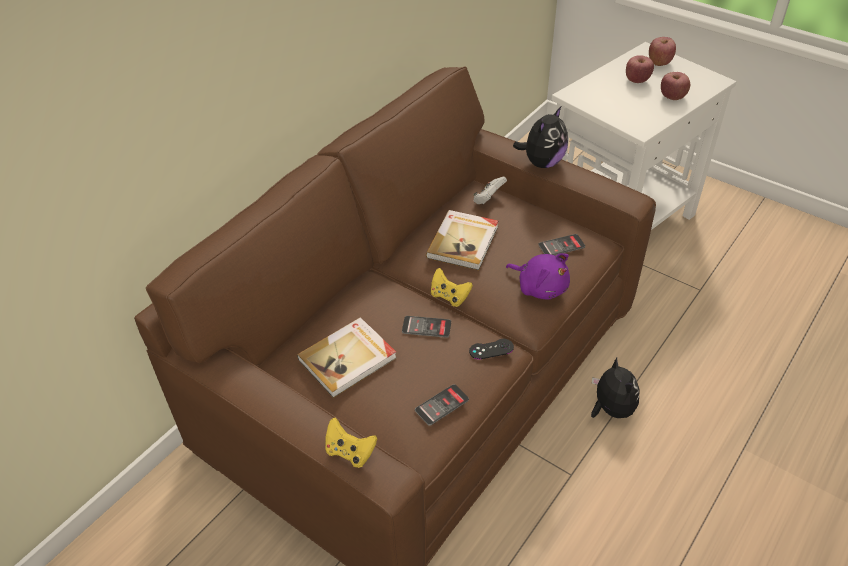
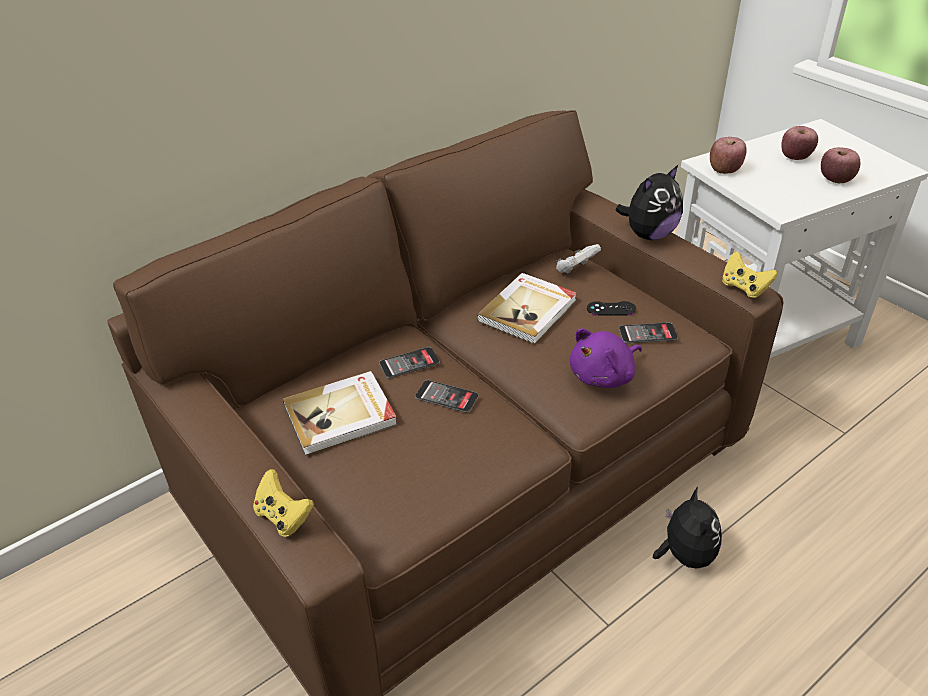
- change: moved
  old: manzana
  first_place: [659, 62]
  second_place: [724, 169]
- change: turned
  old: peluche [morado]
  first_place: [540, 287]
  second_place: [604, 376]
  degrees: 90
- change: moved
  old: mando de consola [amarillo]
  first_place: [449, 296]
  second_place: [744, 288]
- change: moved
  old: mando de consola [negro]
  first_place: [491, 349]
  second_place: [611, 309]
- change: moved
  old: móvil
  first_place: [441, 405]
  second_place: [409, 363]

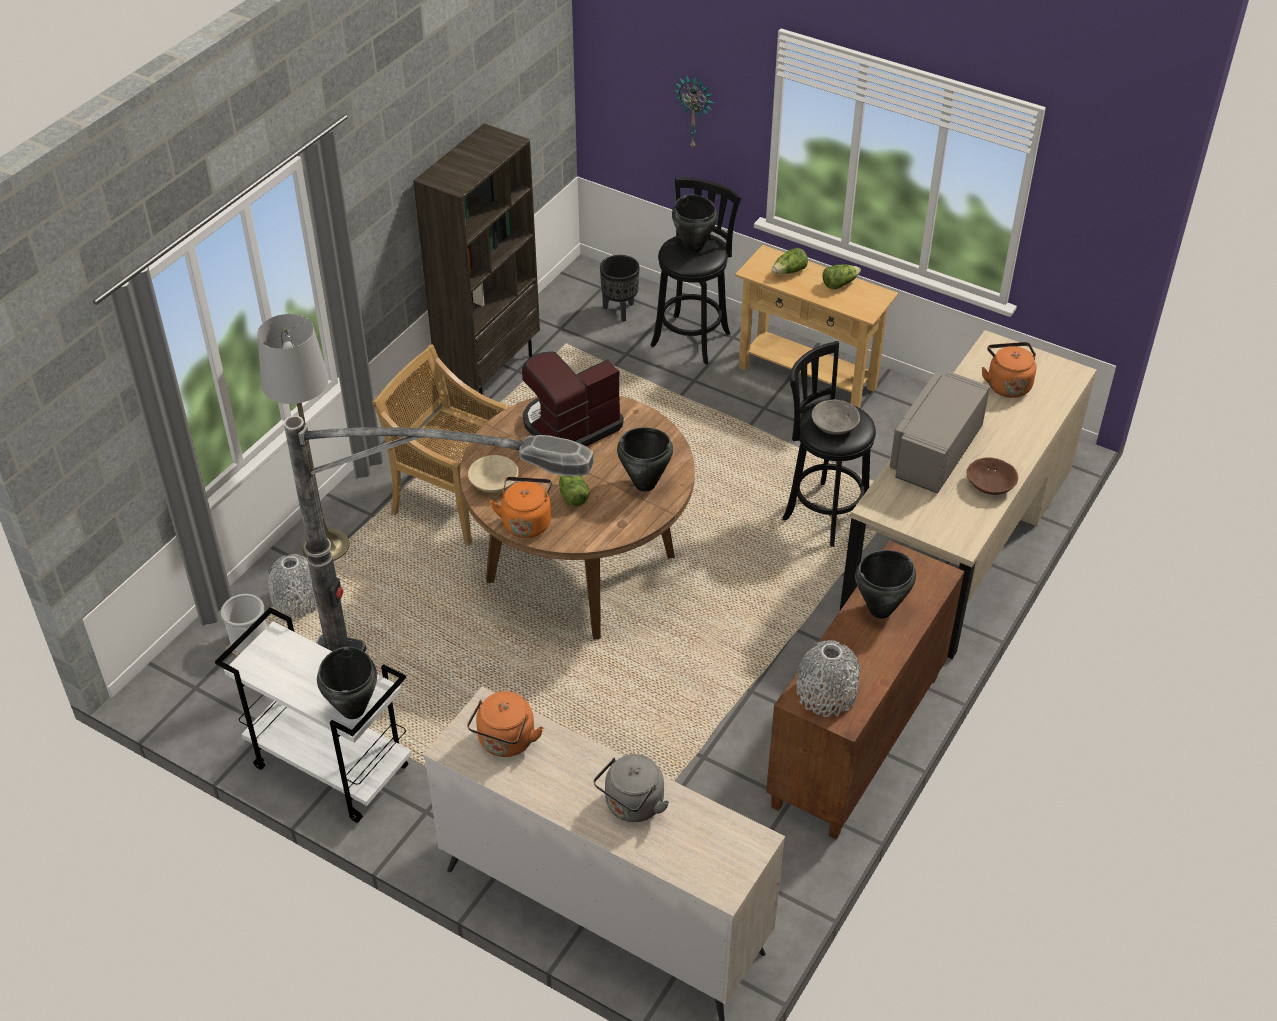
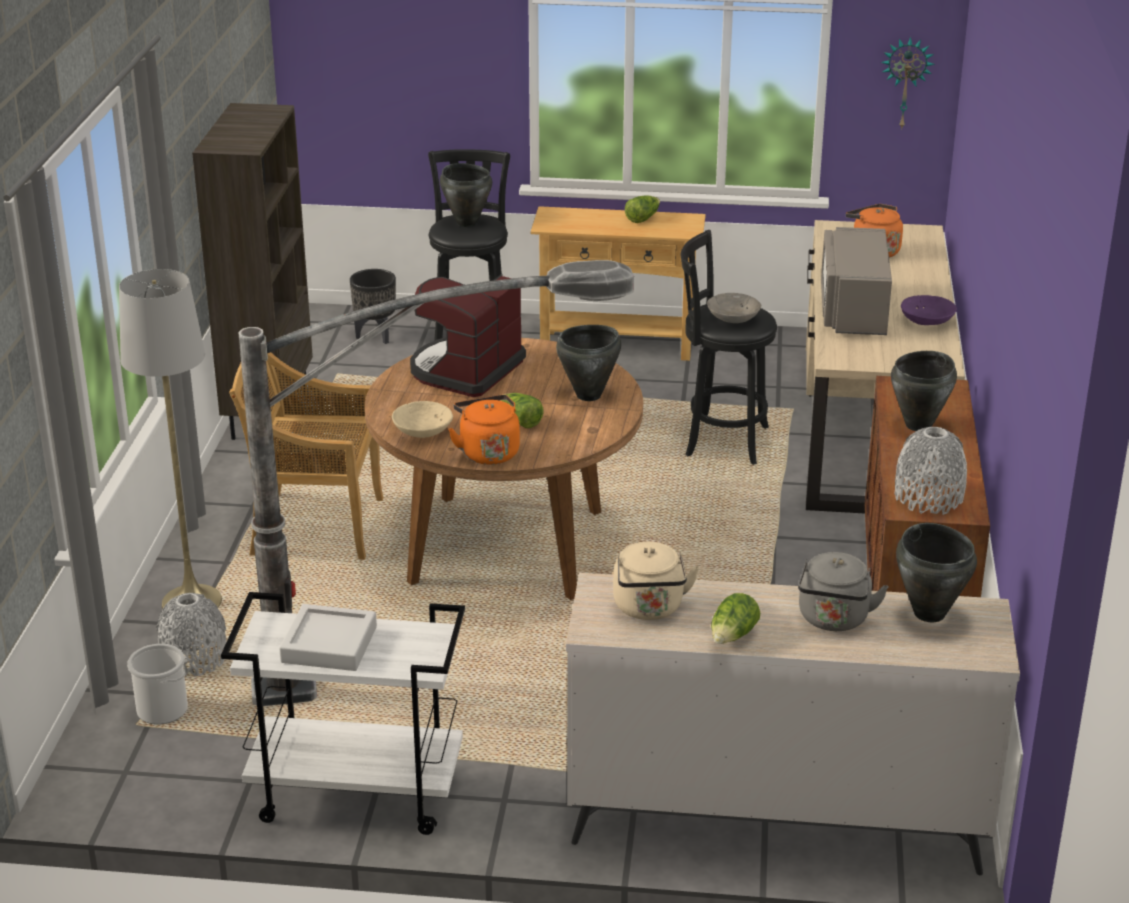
- change: moved
  old: reloj de pared
  first_place: [695, 111]
  second_place: [905, 82]
- change: moved
  old: lechuga
  first_place: [789, 272]
  second_place: [733, 636]
- change: recoloured
  old: cuenco [marrón]
  new: cuenco [morado]
  first_place: [991, 485]
  second_place: [927, 321]
- change: moved
  old: olla [negro]
  first_place: [353, 709]
  second_place: [929, 613]
- change: recoloured
  old: hervidor [naranja]
  new: hervidor [beis]
  first_place: [505, 742]
  second_place: [649, 609]
- change: added
  new: bandeja [gris]
  second_place: [329, 644]

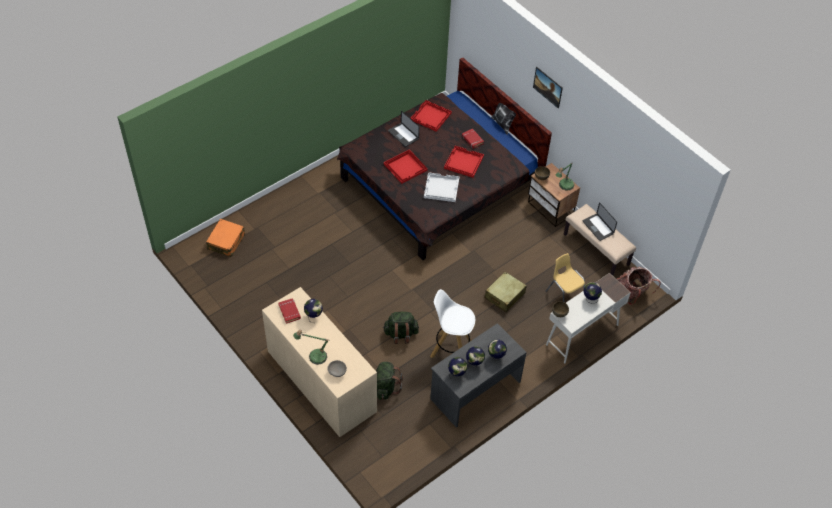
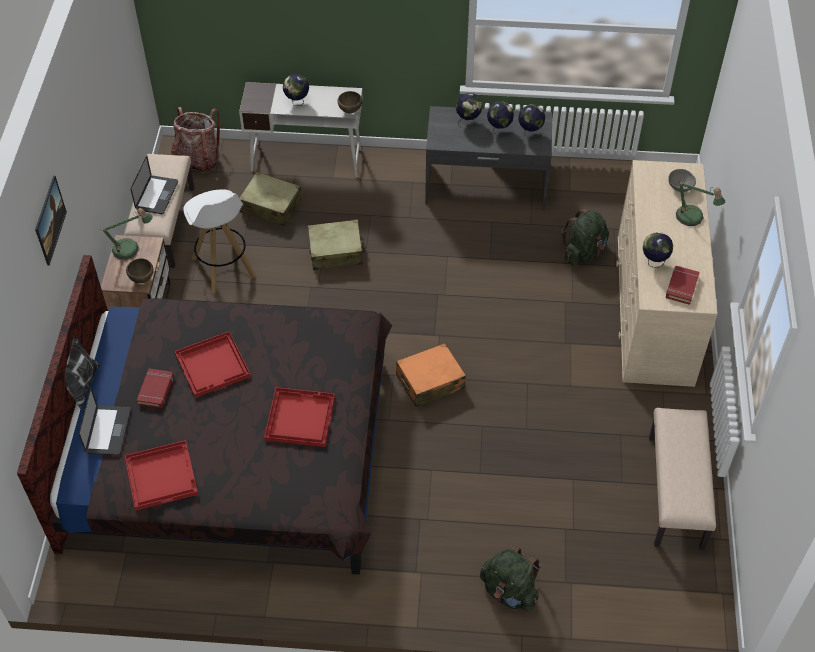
- change: moved
  old: portátil
  first_place: [403, 135]
  second_place: [108, 431]
- change: removed
  old: bandeja [blanco]
  first_place: [441, 188]
- change: moved
  old: maleta [naranja]
  first_place: [226, 241]
  second_place: [429, 381]
- change: replaced
  old: silla [amarillo]
  new: maleta [beis]
  first_place: [564, 296]
  second_place: [270, 206]
- change: moved
  old: taburete [blanco]
  first_place: [451, 349]
  second_place: [224, 268]
- change: moved
  old: mochila [verde]
  first_place: [400, 334]
  second_place: [509, 591]
- change: added
  new: banco [beis]
  second_place: [676, 492]

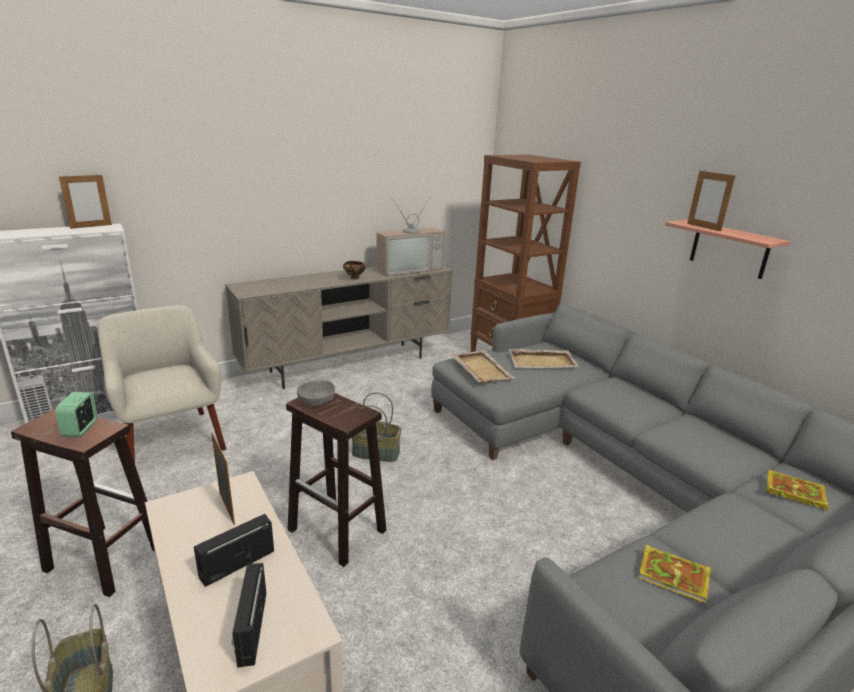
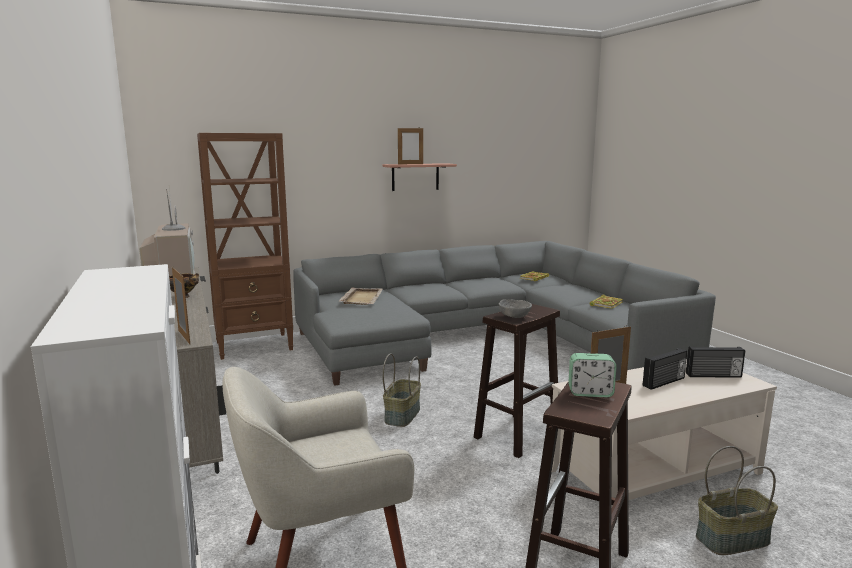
- change: moved
  old: portarretratos
  first_place: [91, 226]
  second_place: [184, 337]
- change: removed
  old: bandeja [beis]
  first_place: [481, 368]
- change: turned
  old: radio
  first_place: [237, 563]
  second_place: [664, 382]
  degrees: -90

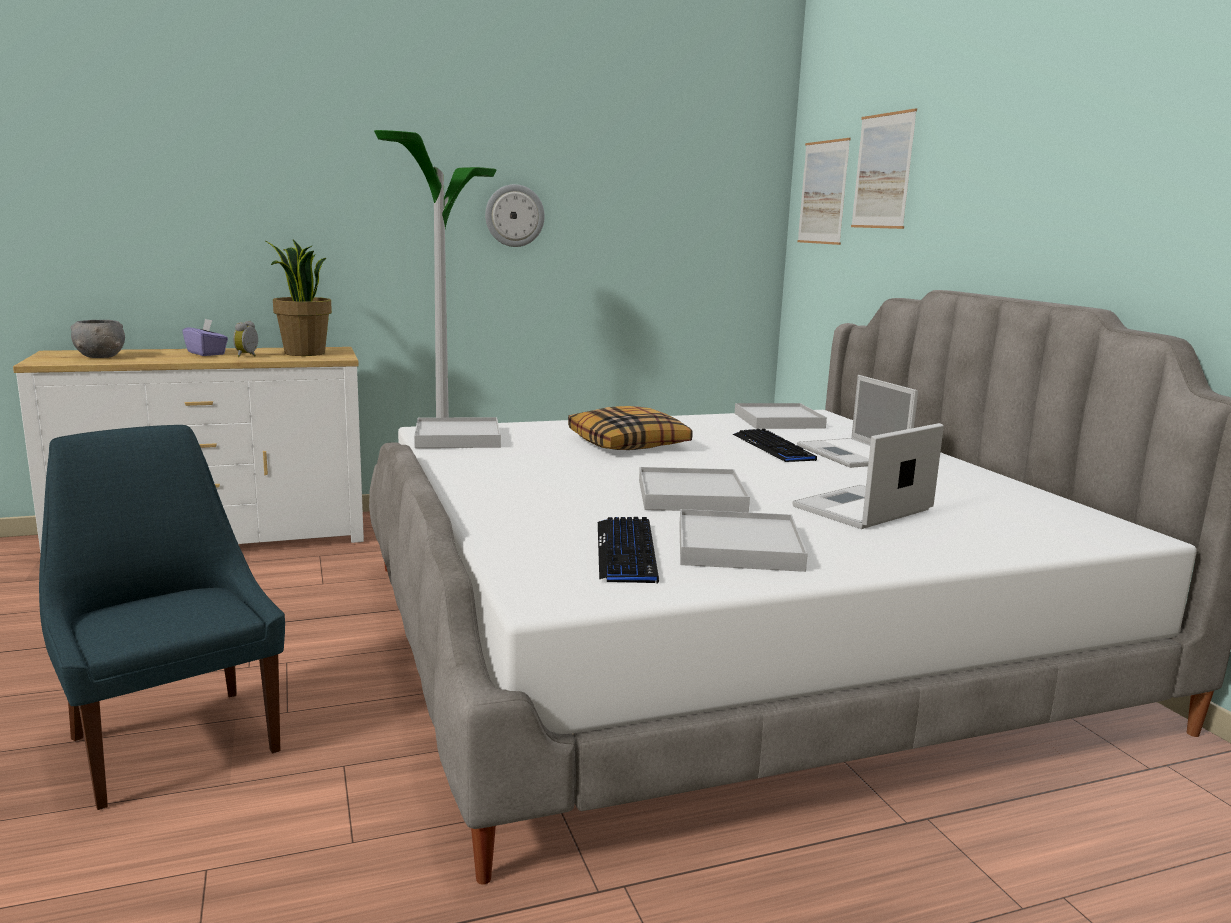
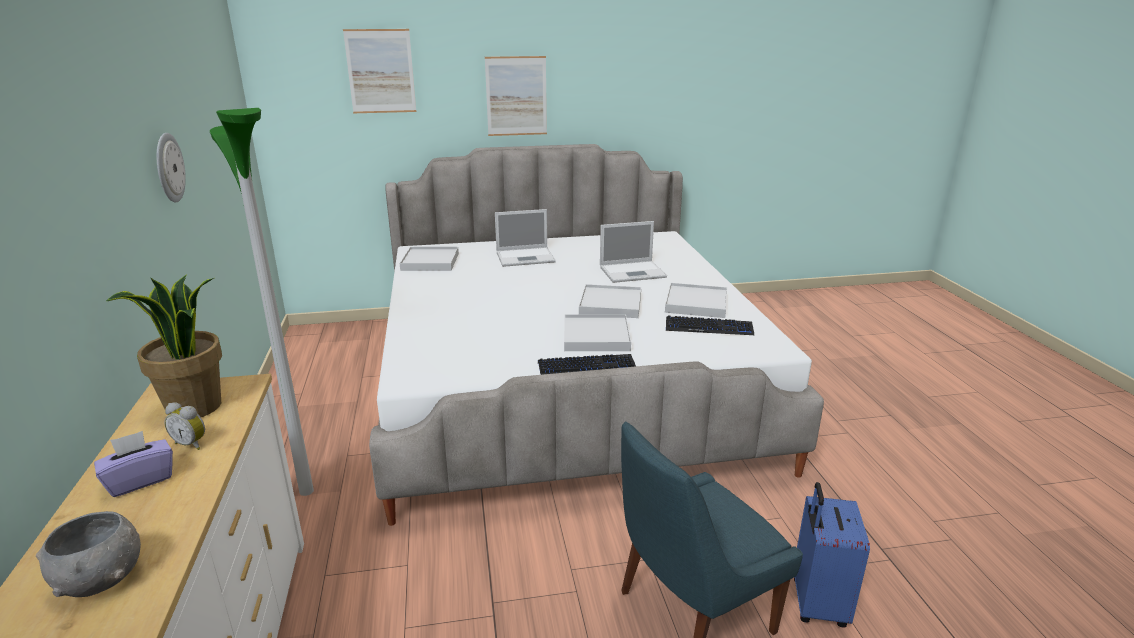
- change: moved
  old: cuadro
  first_place: [823, 192]
  second_place: [516, 96]
- change: removed
  old: cojín
  first_place: [628, 443]
- change: moved
  old: bandeja [blanco]
  first_place: [458, 438]
  second_place: [596, 336]
- change: turned
  old: portátil
  first_place: [861, 509]
  second_place: [633, 272]
  degrees: -75
- change: moved
  old: teclado
  first_place: [773, 447]
  second_place: [587, 367]
- change: added
  new: maleta [azul]
  second_place: [816, 603]

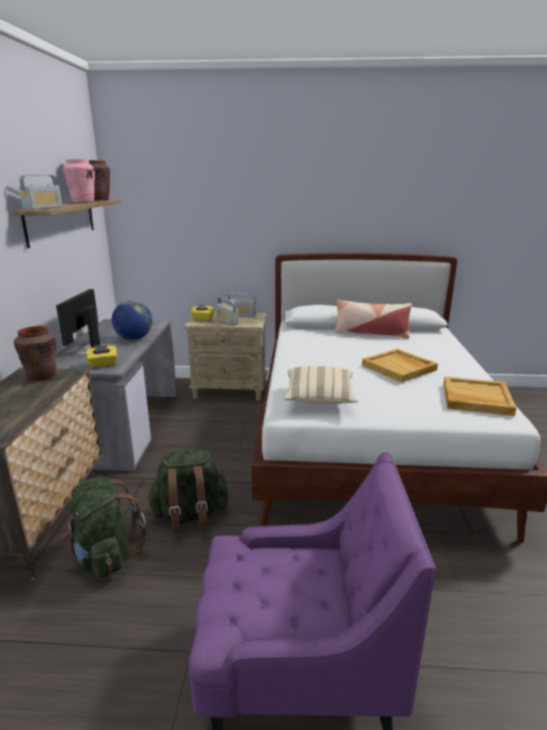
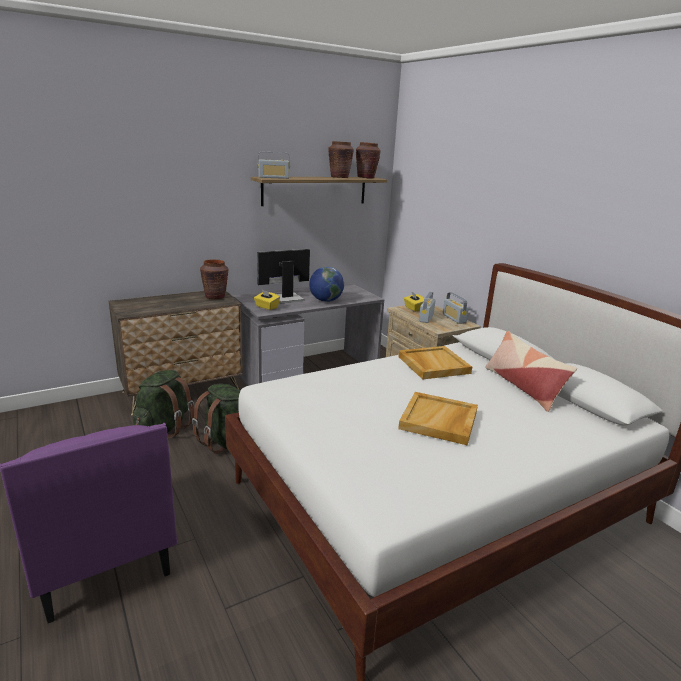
- change: recoloured
  old: florero [rosa]
  new: florero [marrón]
  first_place: [83, 202]
  second_place: [339, 177]
- change: removed
  old: cojín [beis]
  first_place: [319, 398]
- change: moved
  old: bandeja [beis]
  first_place: [476, 398]
  second_place: [433, 364]

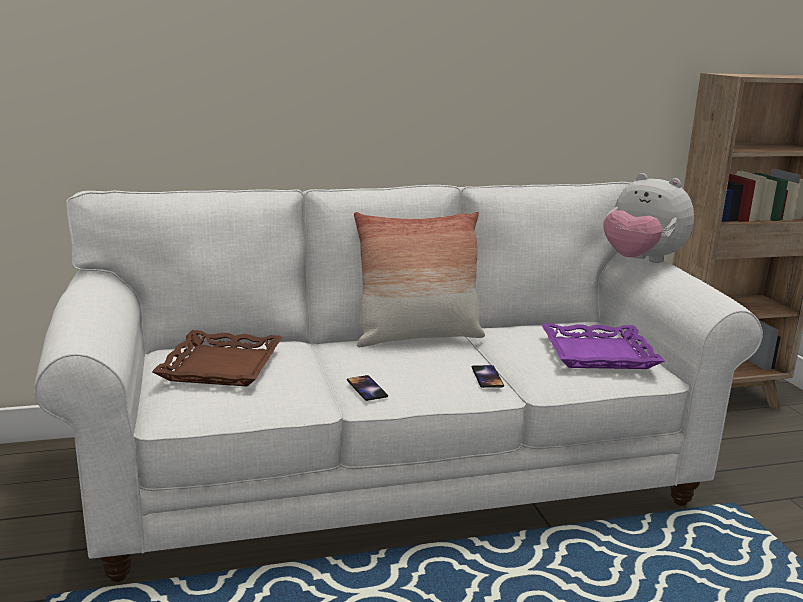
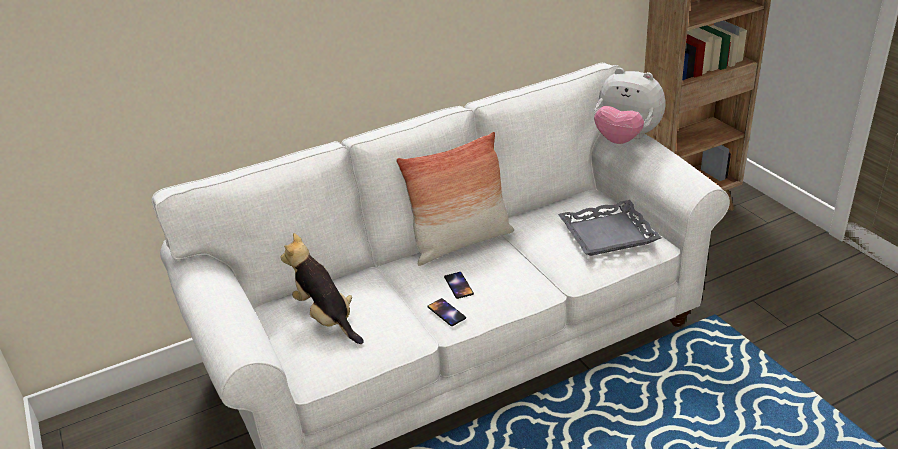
- change: recoloured
  old: bandeja [morado]
  new: bandeja [gris]
  first_place: [598, 354]
  second_place: [608, 234]
- change: replaced
  old: bandeja [marrón]
  new: peluche
  first_place: [222, 366]
  second_place: [326, 317]
- change: moved
  old: móvil
  first_place: [487, 377]
  second_place: [458, 285]

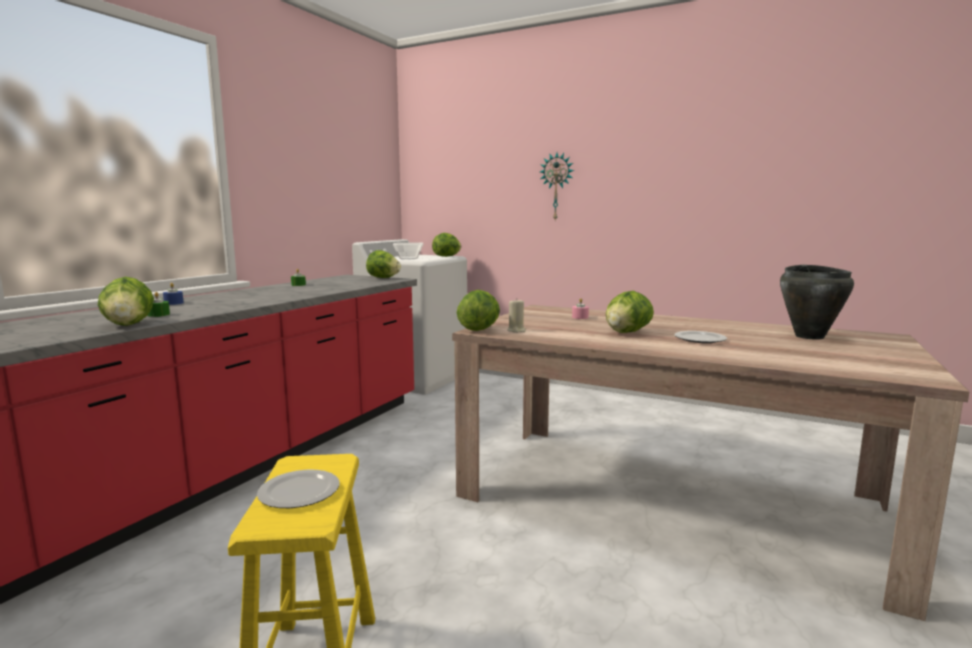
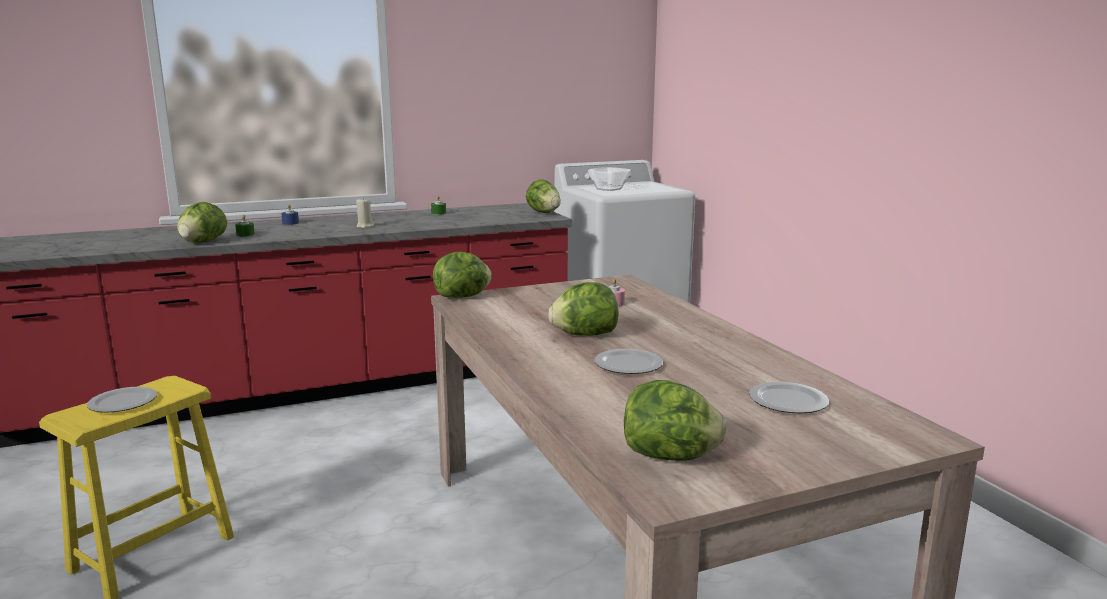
- change: removed
  old: reloj de pared
  first_place: [557, 186]
- change: moved
  old: lechuga
  first_place: [447, 256]
  second_place: [670, 456]
- change: replaced
  old: olla [negro]
  new: plato
  first_place: [810, 336]
  second_place: [789, 401]
- change: moved
  old: vela [beis]
  first_place: [516, 330]
  second_place: [365, 226]

